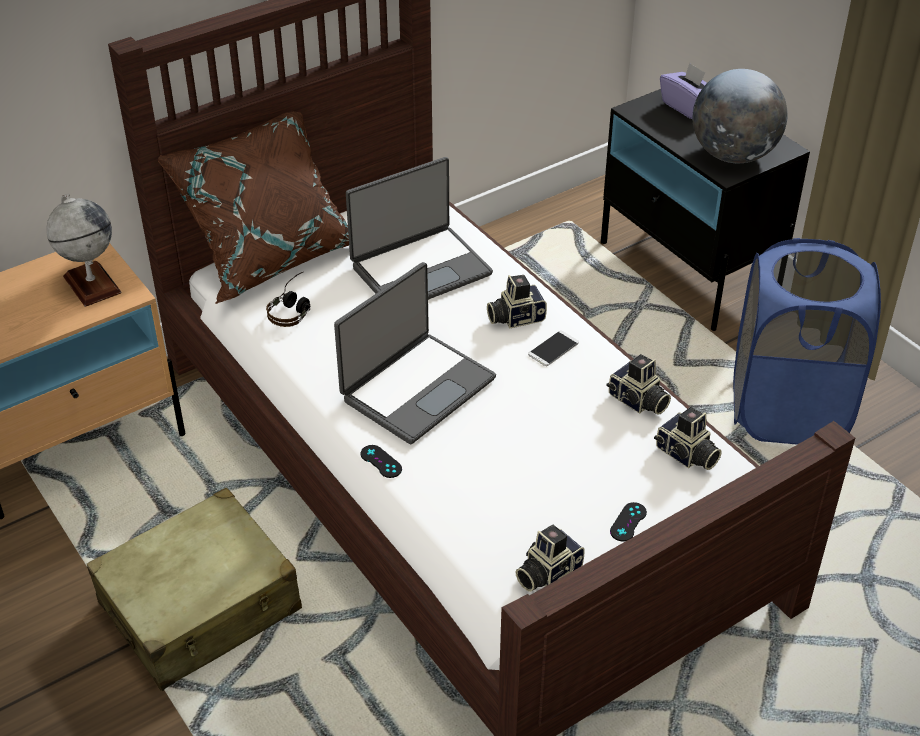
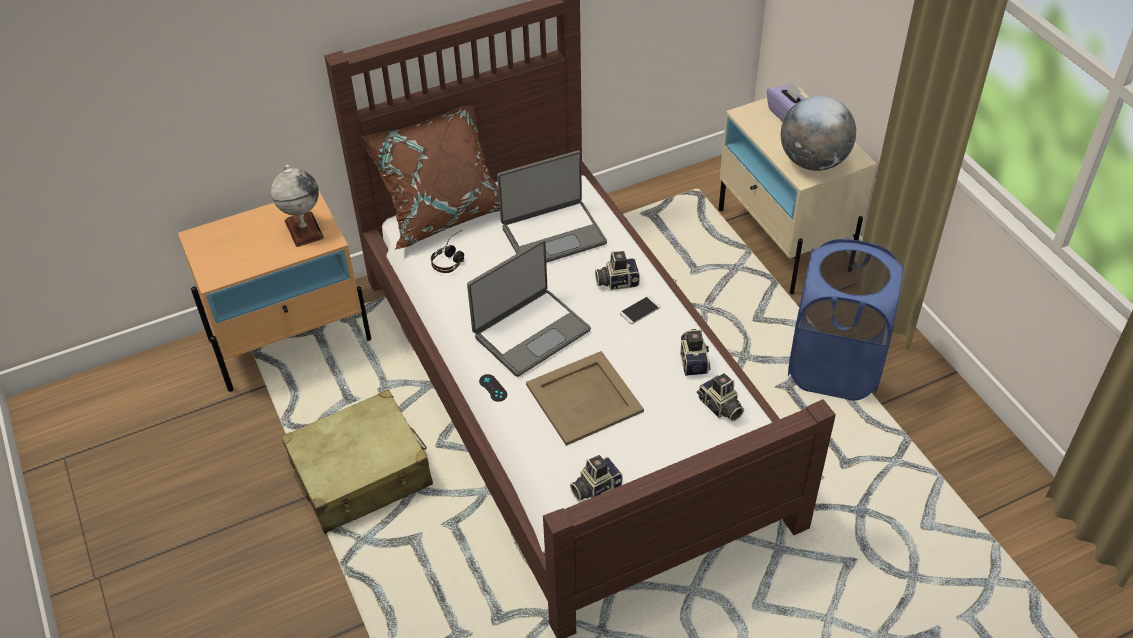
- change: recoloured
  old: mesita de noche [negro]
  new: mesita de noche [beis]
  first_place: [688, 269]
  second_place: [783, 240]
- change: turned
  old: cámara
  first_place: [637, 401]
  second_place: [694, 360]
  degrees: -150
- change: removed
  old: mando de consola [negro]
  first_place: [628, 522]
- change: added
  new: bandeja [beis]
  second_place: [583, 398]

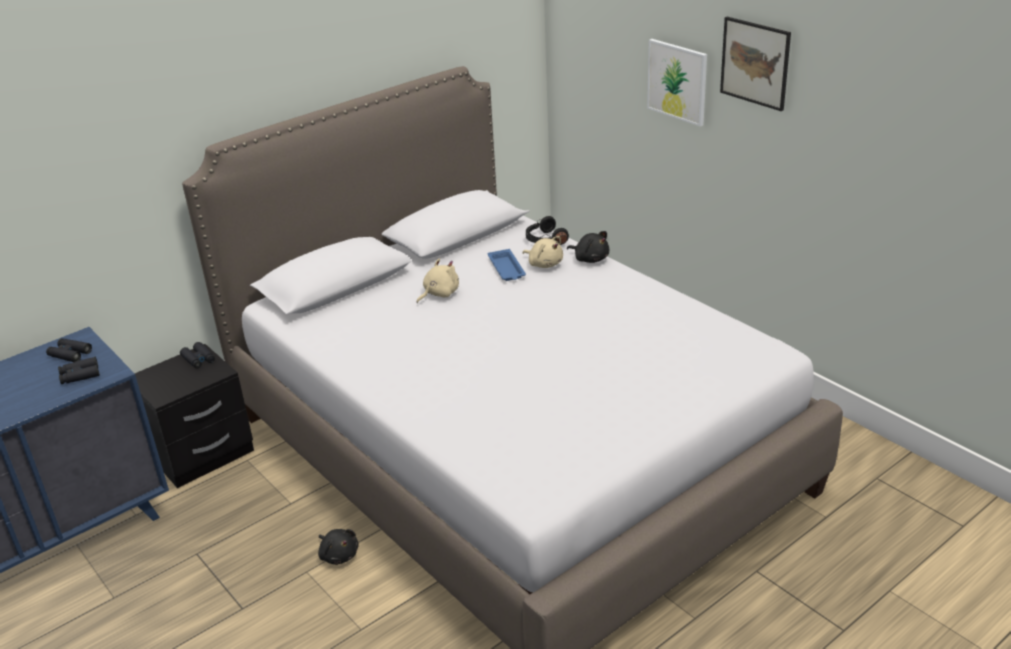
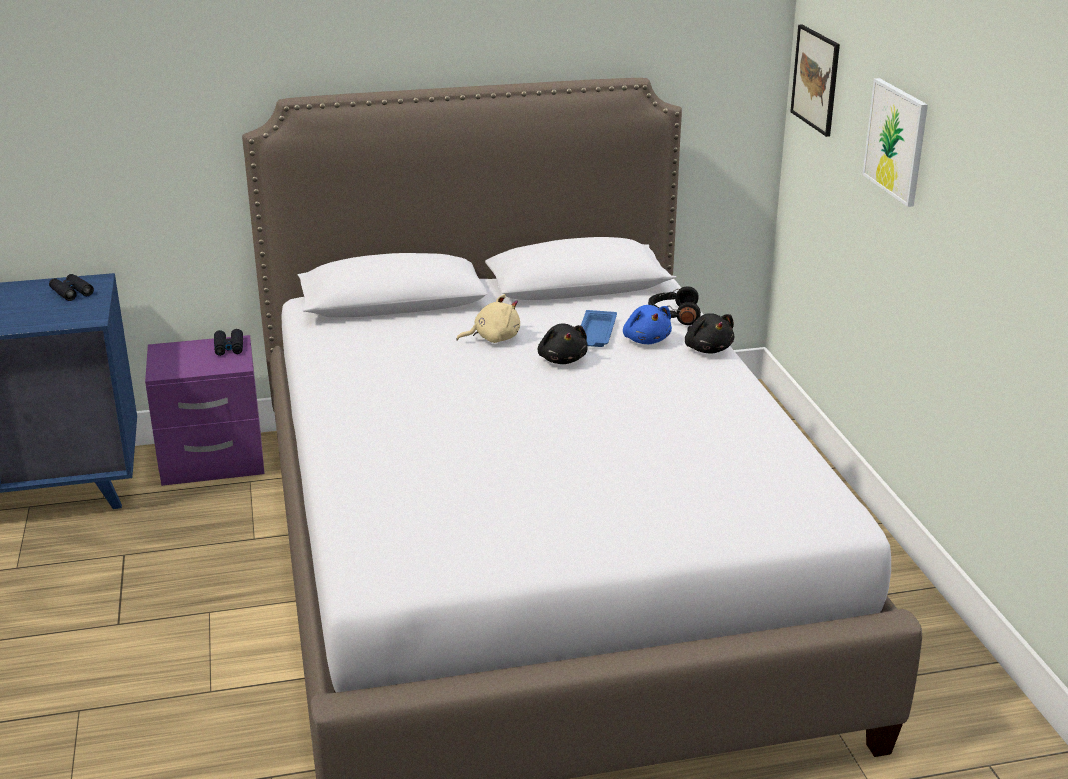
- change: moved
  old: cuadro
  first_place: [755, 63]
  second_place: [816, 79]
- change: recoloured
  old: peluche [beis]
  new: peluche [azul]
  first_place: [544, 264]
  second_place: [646, 340]
- change: recoloured
  old: mesita de noche [negro]
  new: mesita de noche [morado]
  first_place: [203, 455]
  second_place: [212, 462]
- change: removed
  old: prismáticos [negro]
  first_place: [80, 375]
- change: moved
  old: peluche [negro]
  first_place: [339, 555]
  second_place: [562, 359]

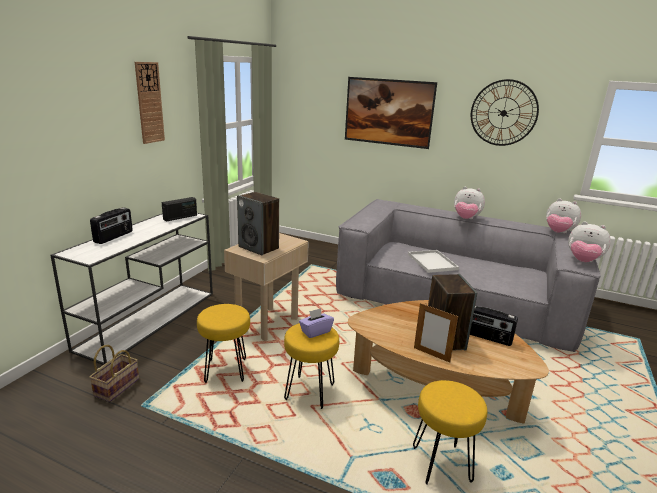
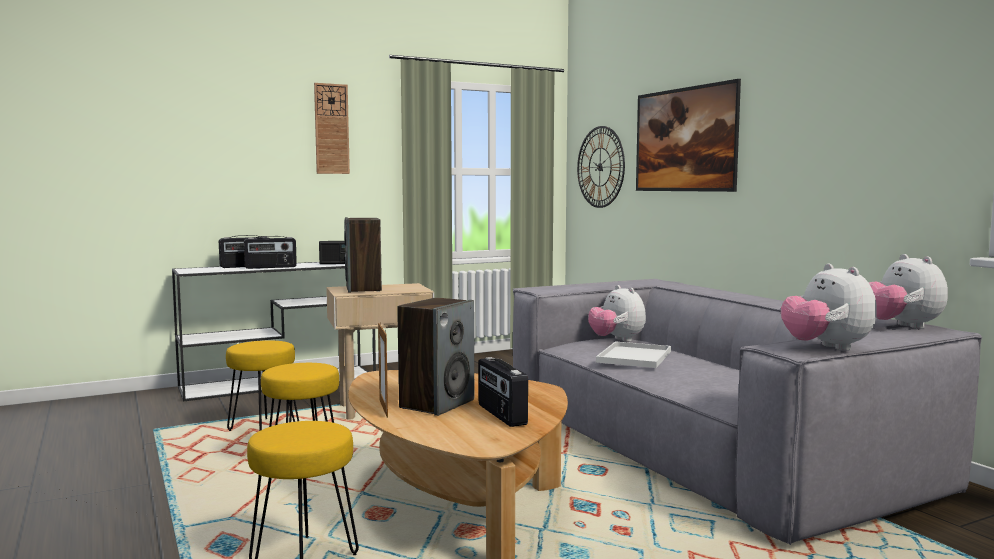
- change: moved
  old: reloj de pared
  first_place: [503, 113]
  second_place: [600, 167]
- change: moved
  old: peluche
  first_place: [466, 219]
  second_place: [617, 340]
- change: removed
  old: caja de pañuelos [morado]
  first_place: [315, 331]
- change: removed
  old: cesta
  first_place: [117, 386]
- change: added
  new: radio
  second_place: [271, 267]

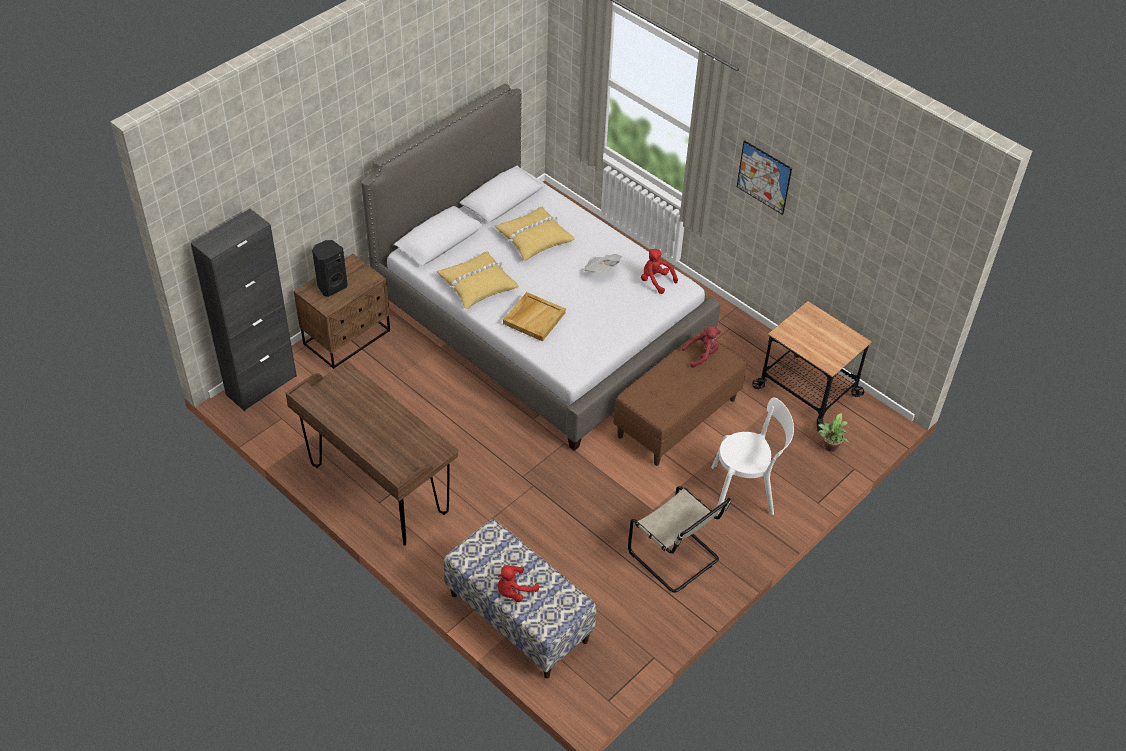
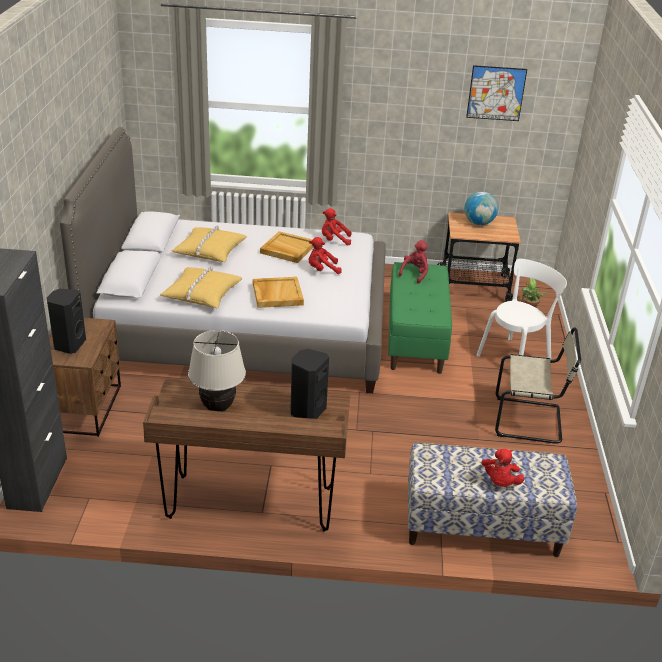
- change: moved
  old: cuadro
  first_place: [764, 177]
  second_place: [496, 93]
- change: replaced
  old: periódico
  new: bandeja [beis]
  first_place: [601, 270]
  second_place: [287, 249]
- change: recoloured
  old: banco [marrón]
  new: banco [verde]
  first_place: [676, 417]
  second_place: [415, 339]
- change: added
  new: globo terráqueo
  second_place: [479, 223]
- change: added
  new: peluche [rojo]
  second_place: [322, 270]
- change: added
  new: lámpara de mesa [beis]
  second_place: [217, 408]
- change: added
  new: altavoz [negro]
  second_place: [307, 411]

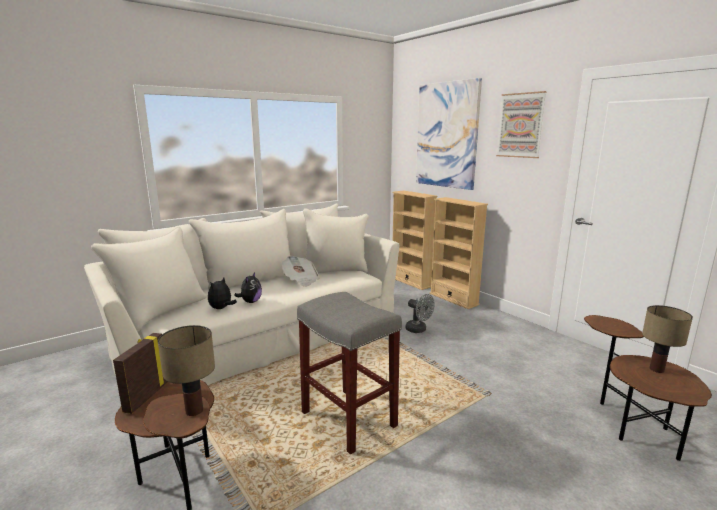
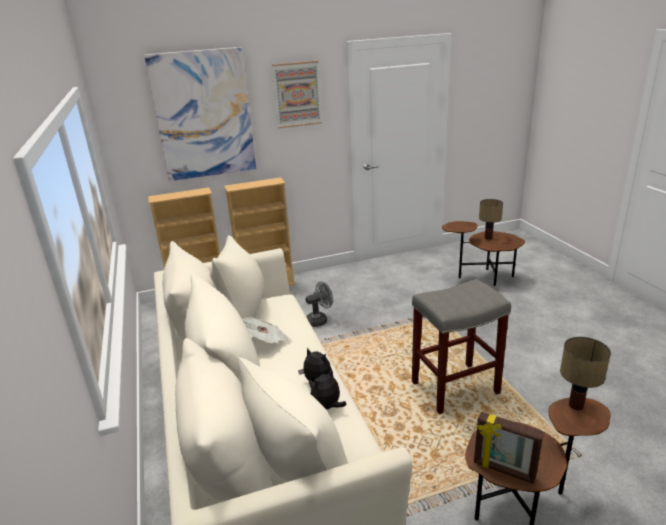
- change: turned
  old: peluche
  first_place: [221, 308]
  second_place: [327, 407]
  degrees: 90

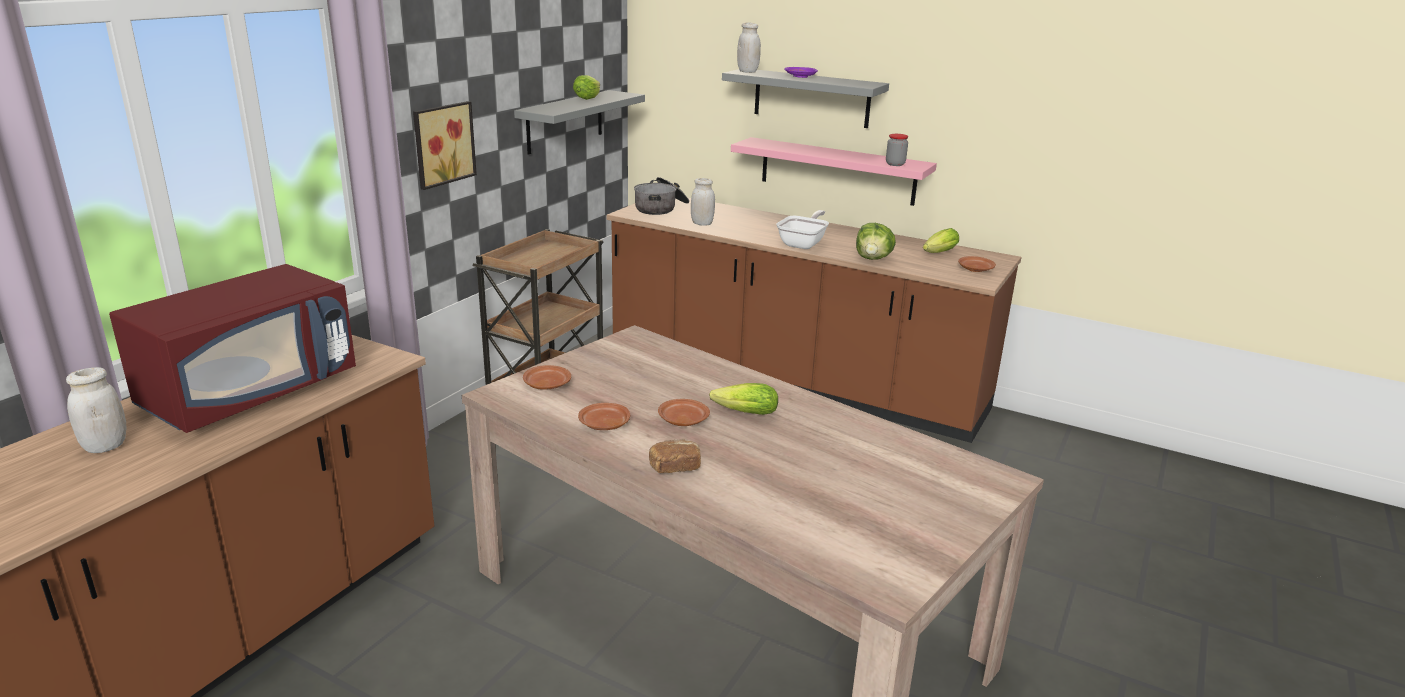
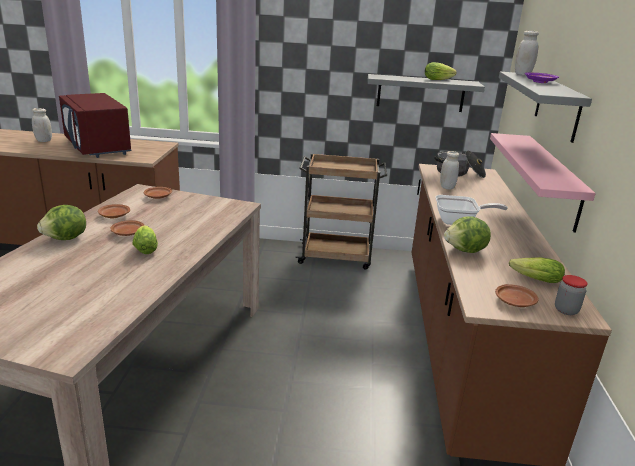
- change: removed
  old: cuadro
  first_place: [442, 144]
- change: moved
  old: tarro
  first_place: [895, 164]
  second_place: [566, 310]
- change: turned
  old: microondas [rojo]
  first_place: [251, 392]
  second_place: [98, 147]
  degrees: 45
- change: replaced
  old: pan
  new: lechuga
  first_place: [674, 467]
  second_place: [66, 239]

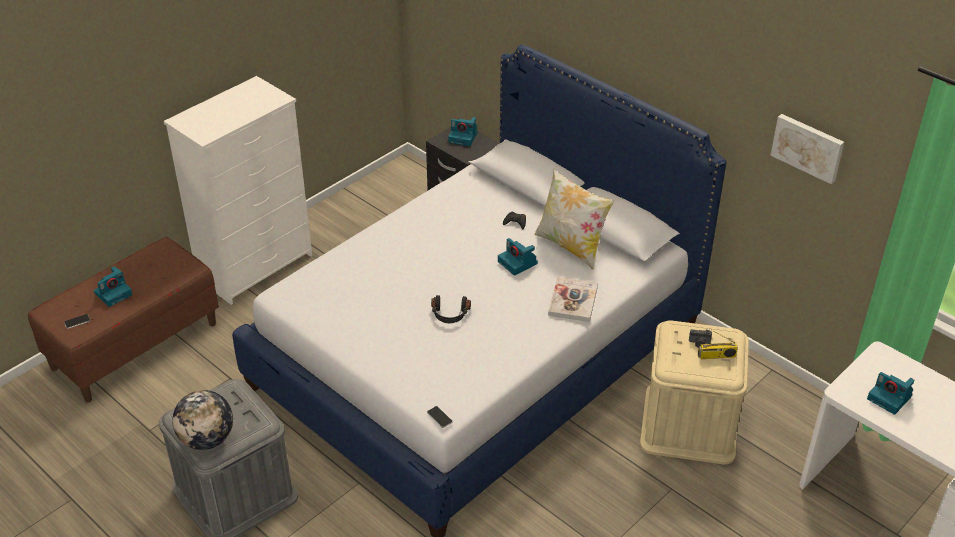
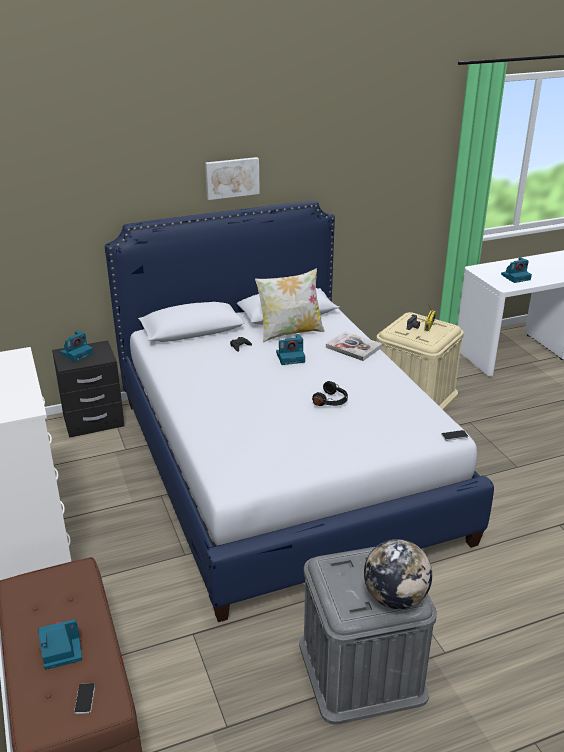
- change: moved
  old: cuadro
  first_place: [808, 147]
  second_place: [232, 177]
- change: turned
  old: cámara
  first_place: [113, 293]
  second_place: [60, 650]
  degrees: -90

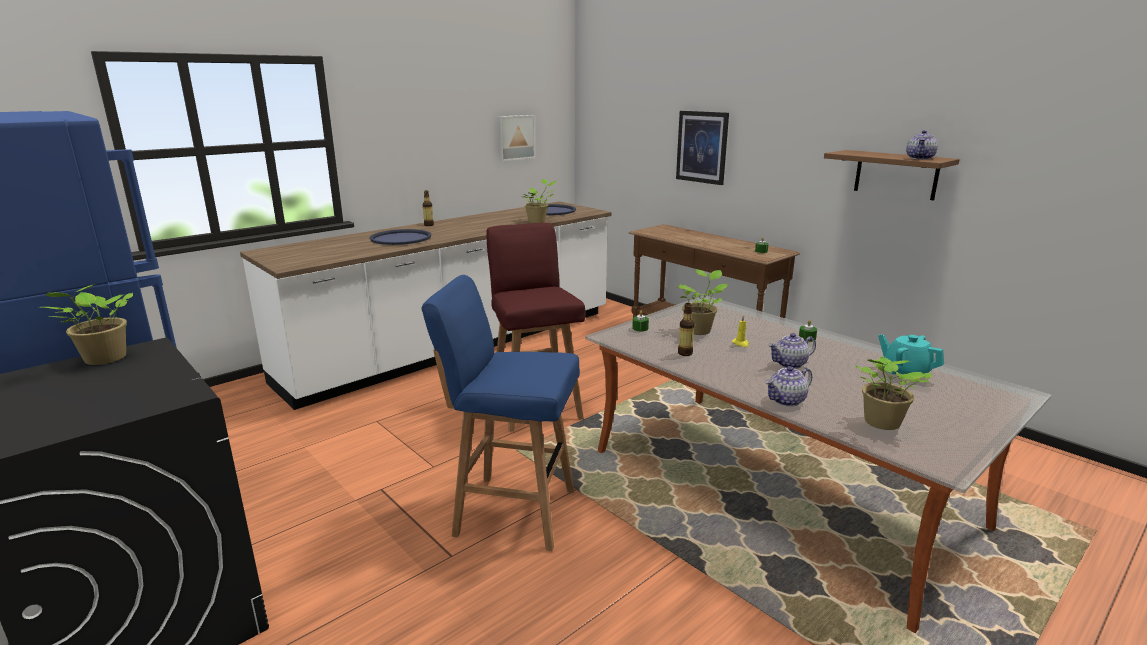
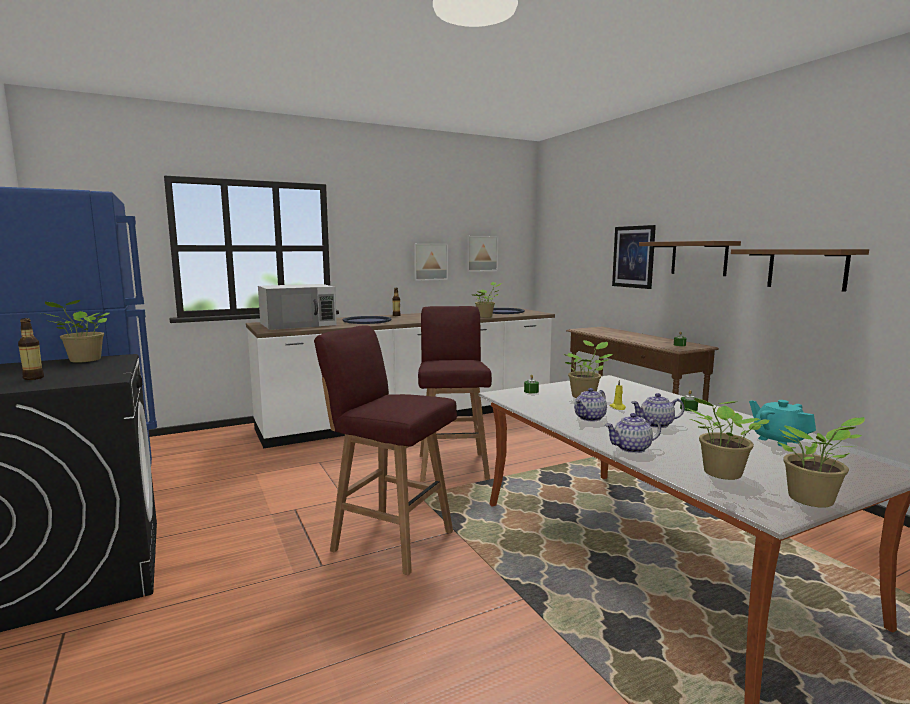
- change: moved
  old: tetera
  first_place: [920, 158]
  second_place: [590, 418]
- change: recoloured
  old: taburete [azul]
  new: taburete [rojo]
  first_place: [512, 511]
  second_place: [390, 540]
- change: moved
  old: botella
  first_place: [685, 353]
  second_place: [33, 378]
- change: added
  new: estante [marrón]
  second_place: [699, 258]
- change: added
  new: cuadro
  second_place: [429, 261]
- change: added
  new: microondas [blanco]
  second_place: [298, 324]
- change: added
  new: planta en maceta
  second_place: [813, 501]

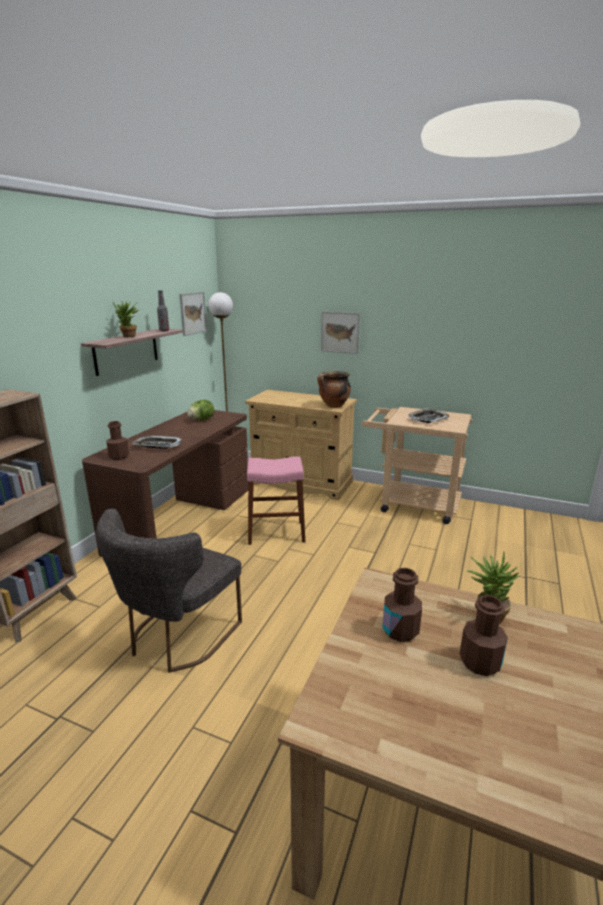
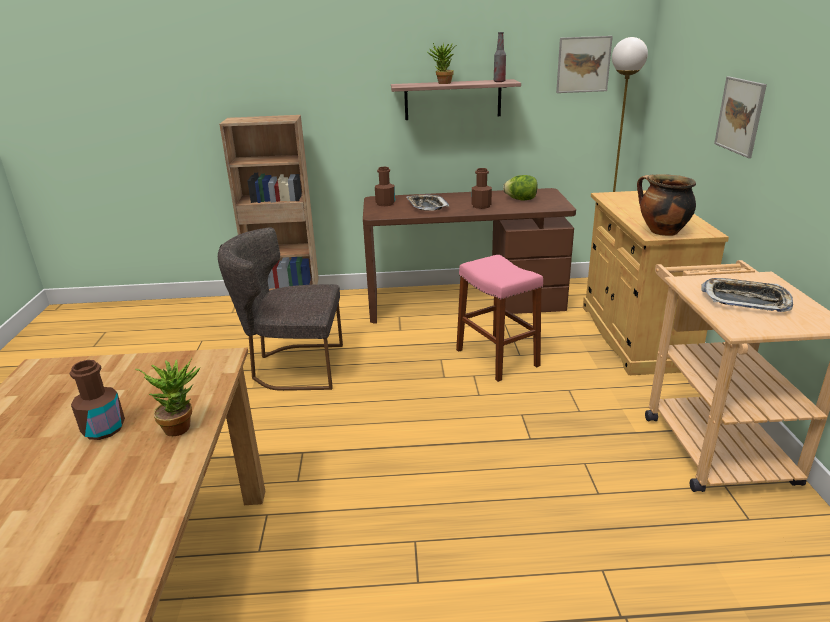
- change: moved
  old: botella [marrón]
  first_place: [400, 630]
  second_place: [481, 206]

